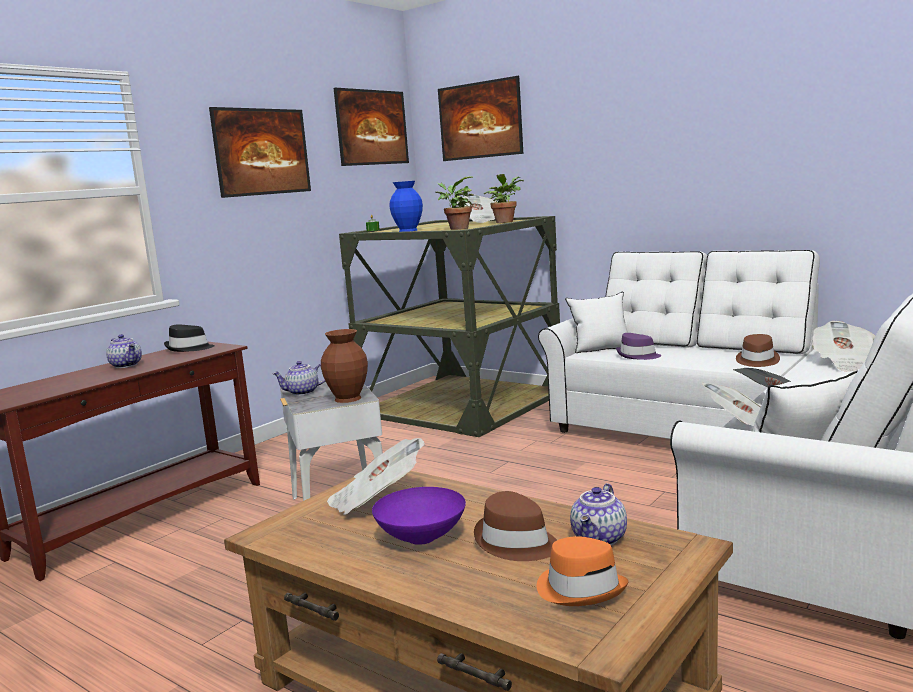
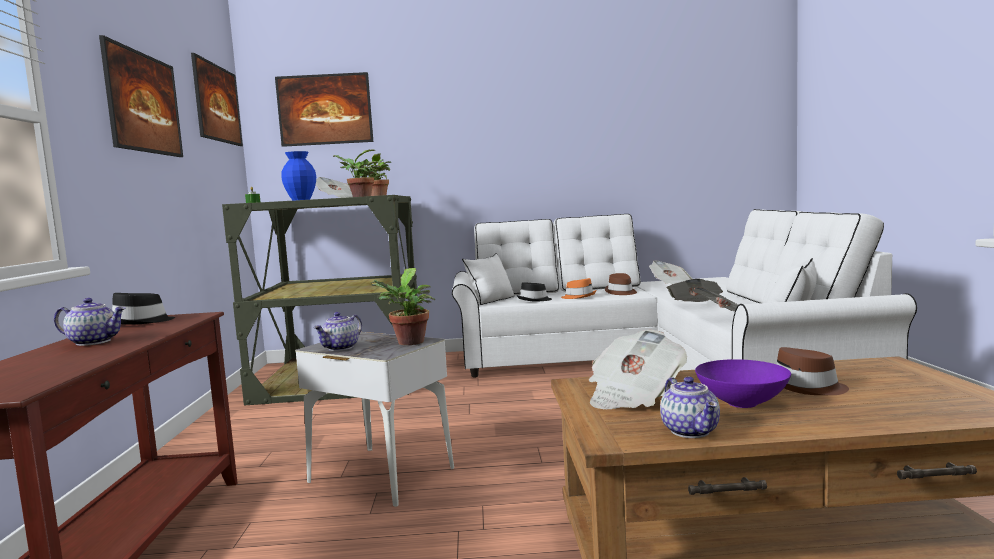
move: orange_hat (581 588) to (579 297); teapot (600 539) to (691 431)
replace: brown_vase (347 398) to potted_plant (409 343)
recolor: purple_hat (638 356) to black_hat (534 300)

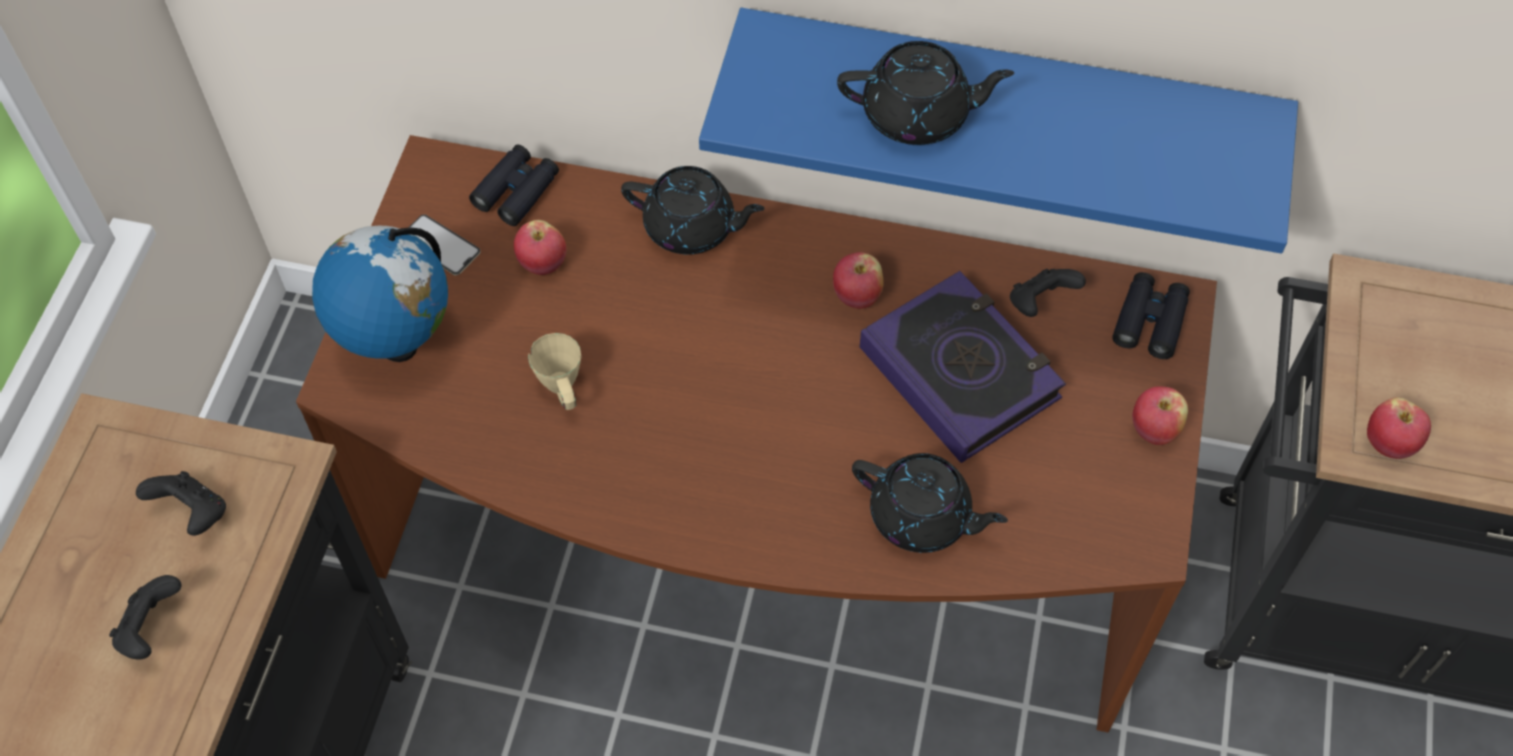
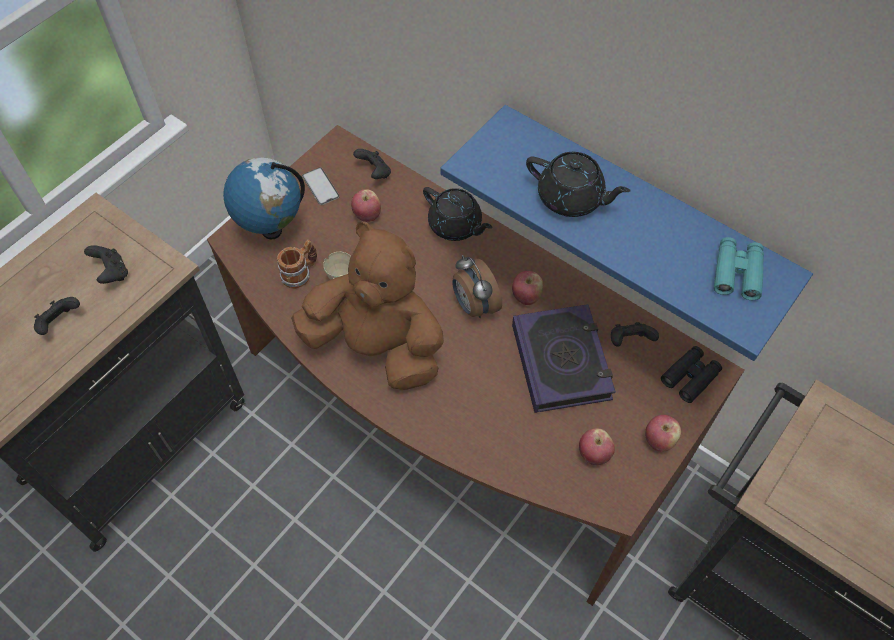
delete: black_teapot (921 517)
insert: mug (300 273); brown_plush_toy (377 347); alarm_clock (474 306); turquoise_binoculars (737 273)
move: apple (1389 444) to (594 454)
replace: black_binoculars (516 191) to black_game_controller (374 173)

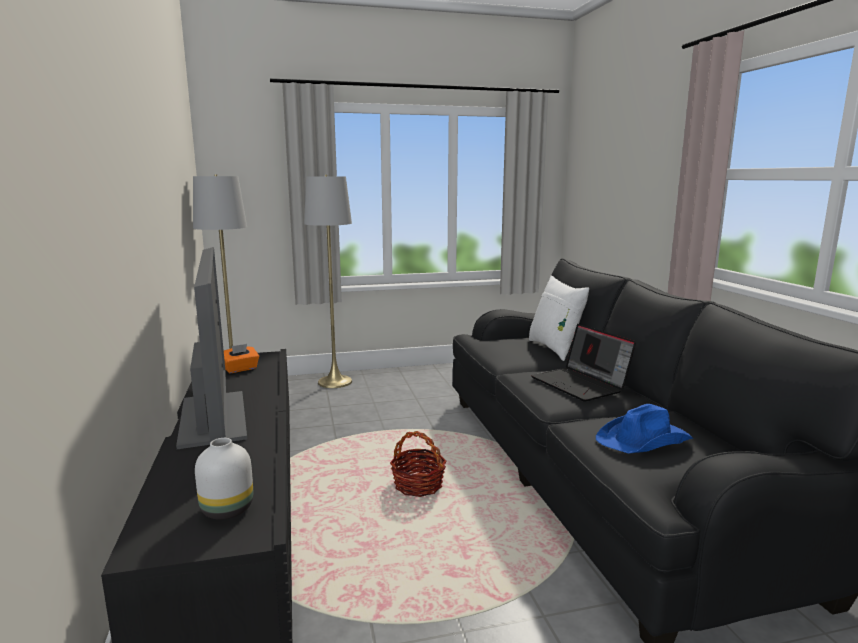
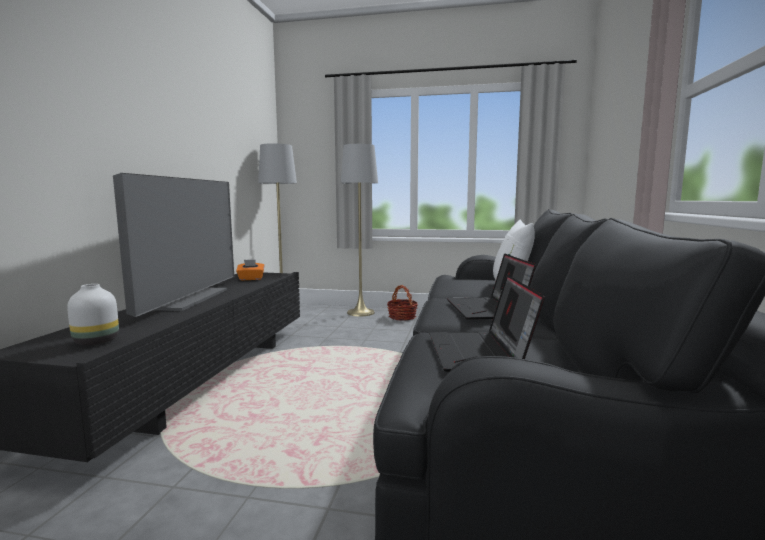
move: basket (418 485) to (402 317)
replace: blue_hat (644 440) to laptop (480 353)

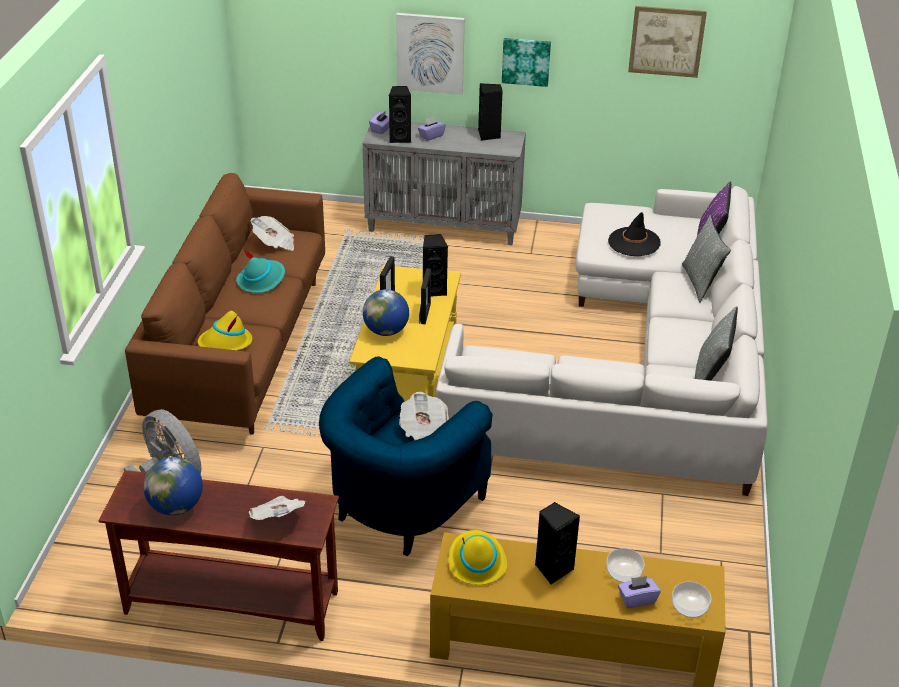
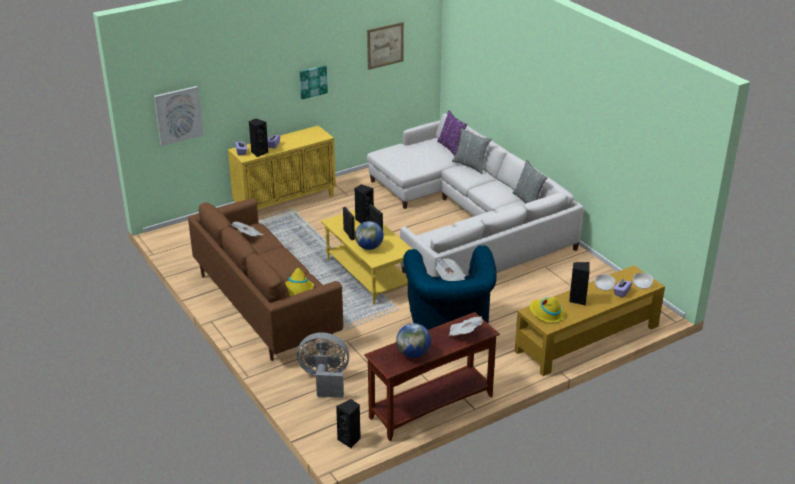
delete: turquoise_hat (261 280); black_hat (634 242)
move: picture (430 53) to (178 115); black_speaker (489 135) to (350 440)
recolor: grey_cabinet (444 226) to yellow_cabinet (285 201)

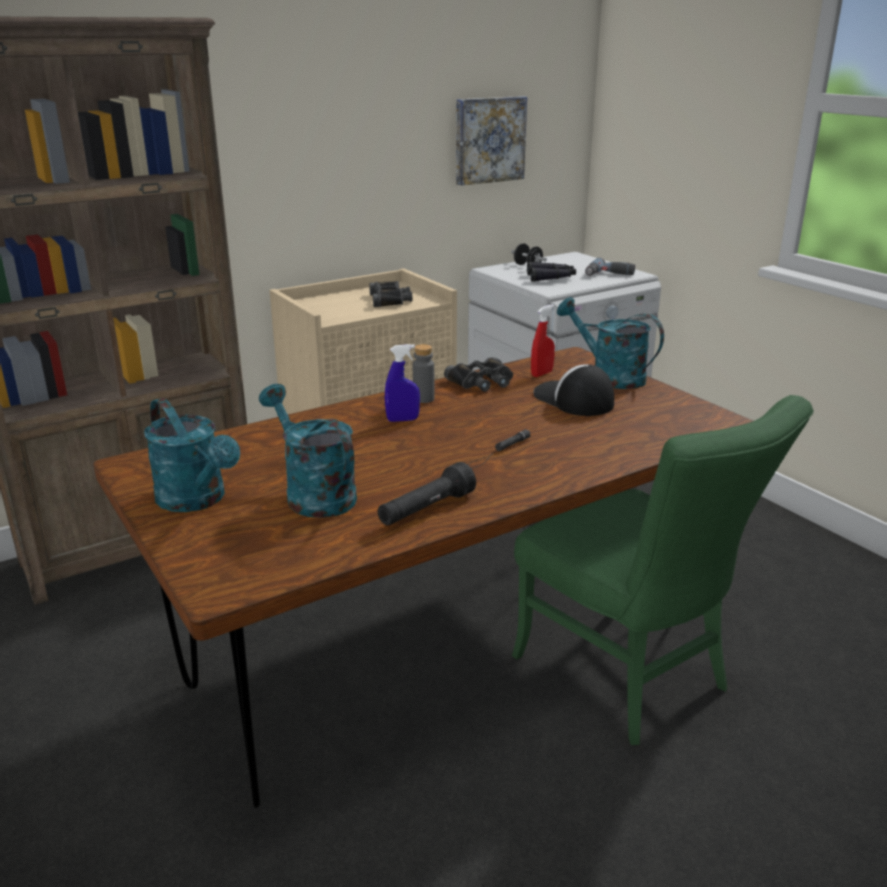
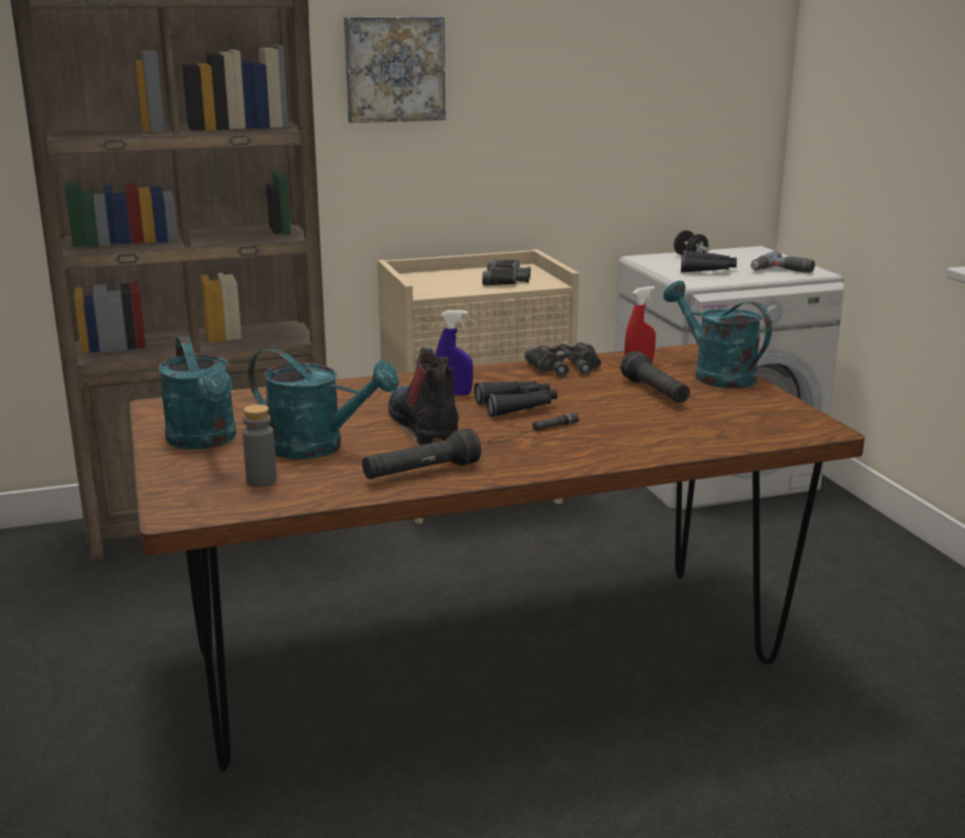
delete: green_chair (631 677)
insert: boot (425 427); black_binoculars (517 406)
move: grey_bottle (423 399) to (261 481); picture (488 140) to (394 69)
replace: cap (573 400) to black_flashlight (655 393)
rotate: turquoise_watering_can (313 494) = (319 447) 135 degrees clockwise

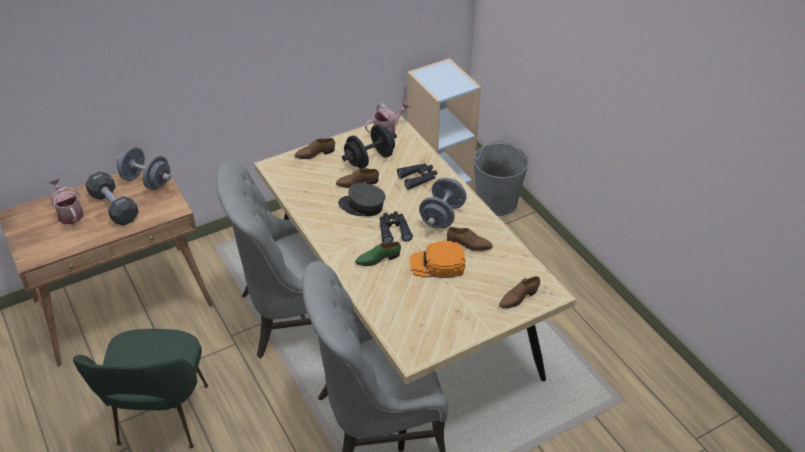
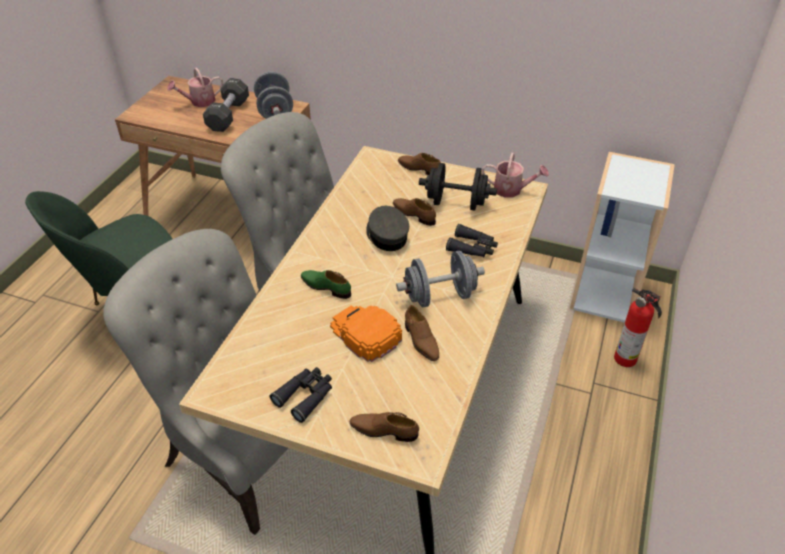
move: black_binoculars (393 230) to (306 396)
replace: grey_bucket (496 201) to fire_extinguisher (626 359)
rotate: watering_can (69 213) = (199 102) 135 degrees counterclockwise

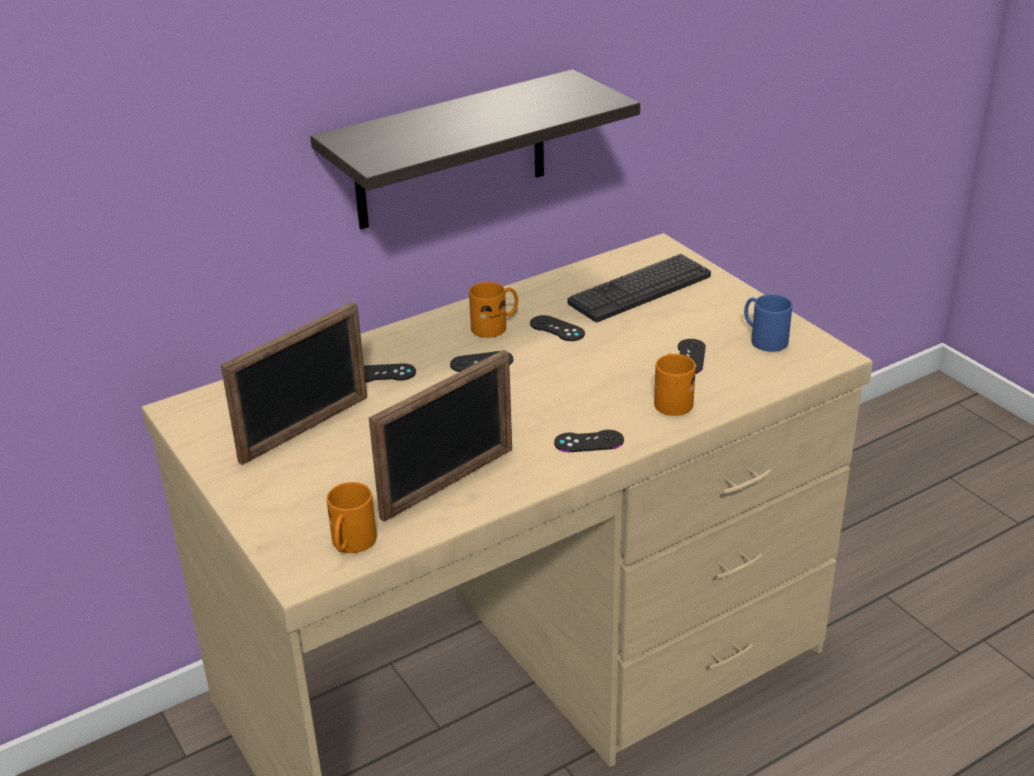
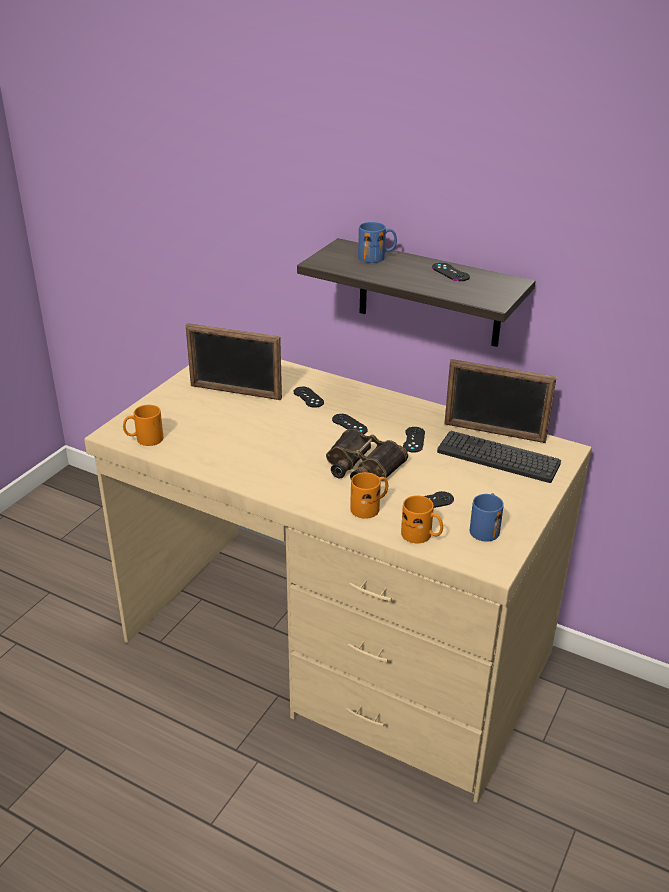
insert: binoculars (361 466); blue_mug (377 257)
move: picture_frame (448 483) to (494 432); orange_mug (495 326) to (422 536); black_game_controller (589 441) to (450 272)

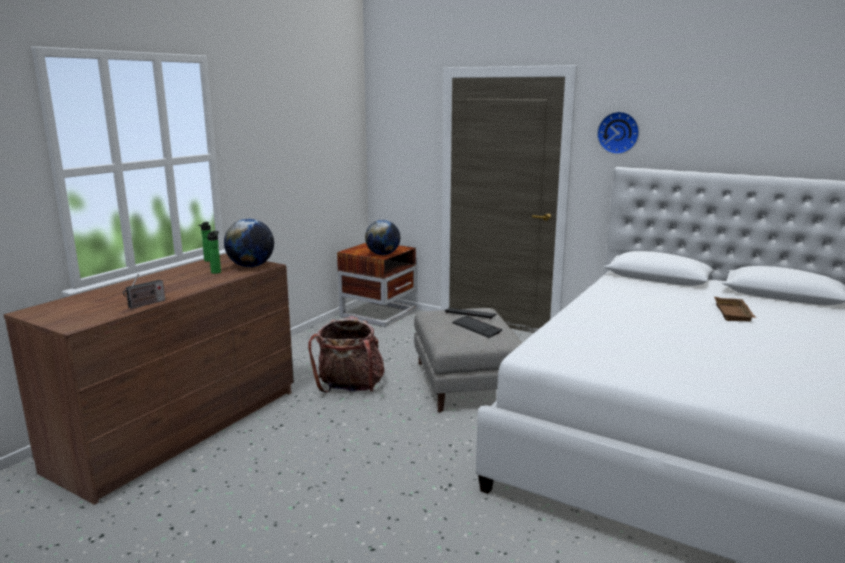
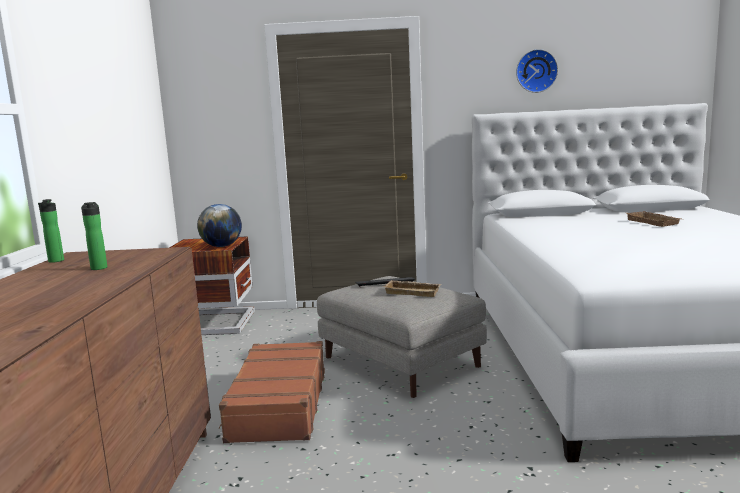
delete: radio (145 304); globe (251 266)
move: wall_clock (618 132) to (536 71)
replace: backpack (350 387) to brown_suitcase (278 404); keyboard (476 328) to beige_tray (413 292)

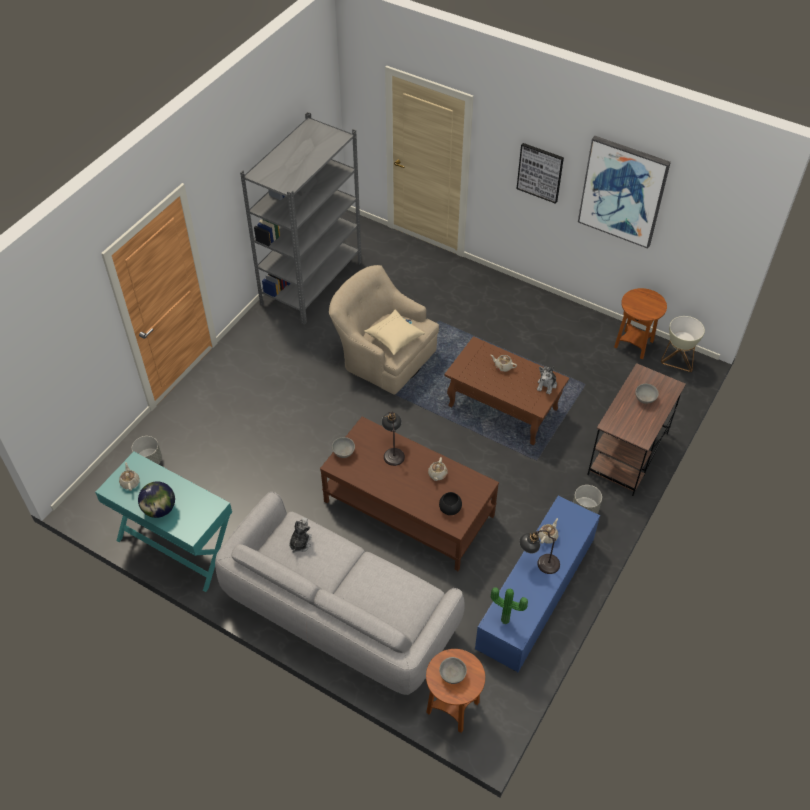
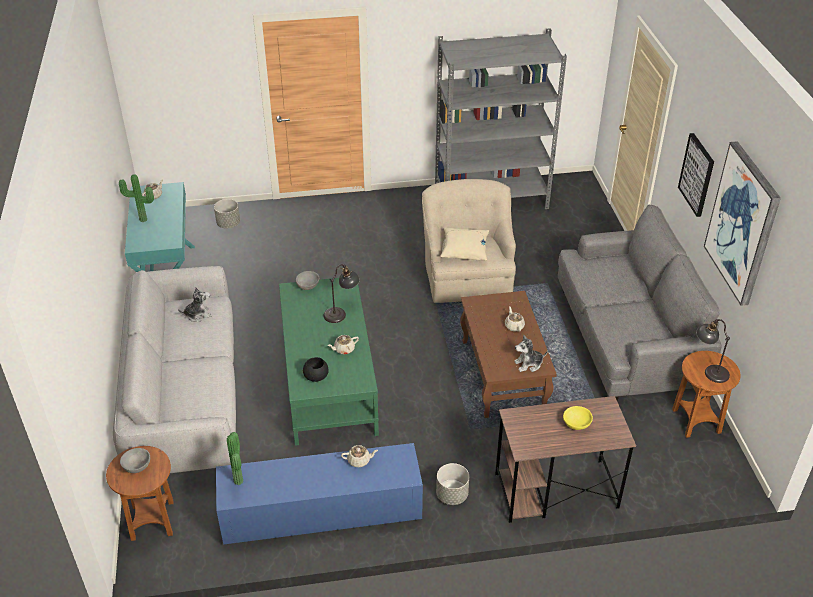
delete: planter (676 361)
insert: grey_sofa (627 338)
move: grey_table_lamp (538 562) to (709 367)
replace: globe (159 509) to potted_plant (143 221)
recolor: brown_coffee_table (408 508) to green_coffee_table (328 378); grey_bowl (645 399) to yellow_bowl (576 425)

